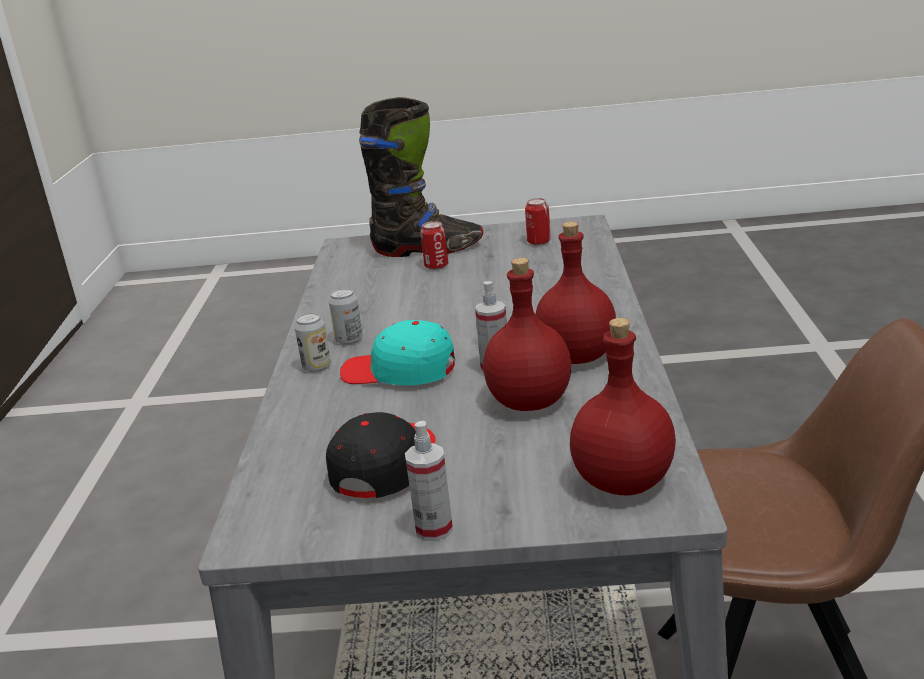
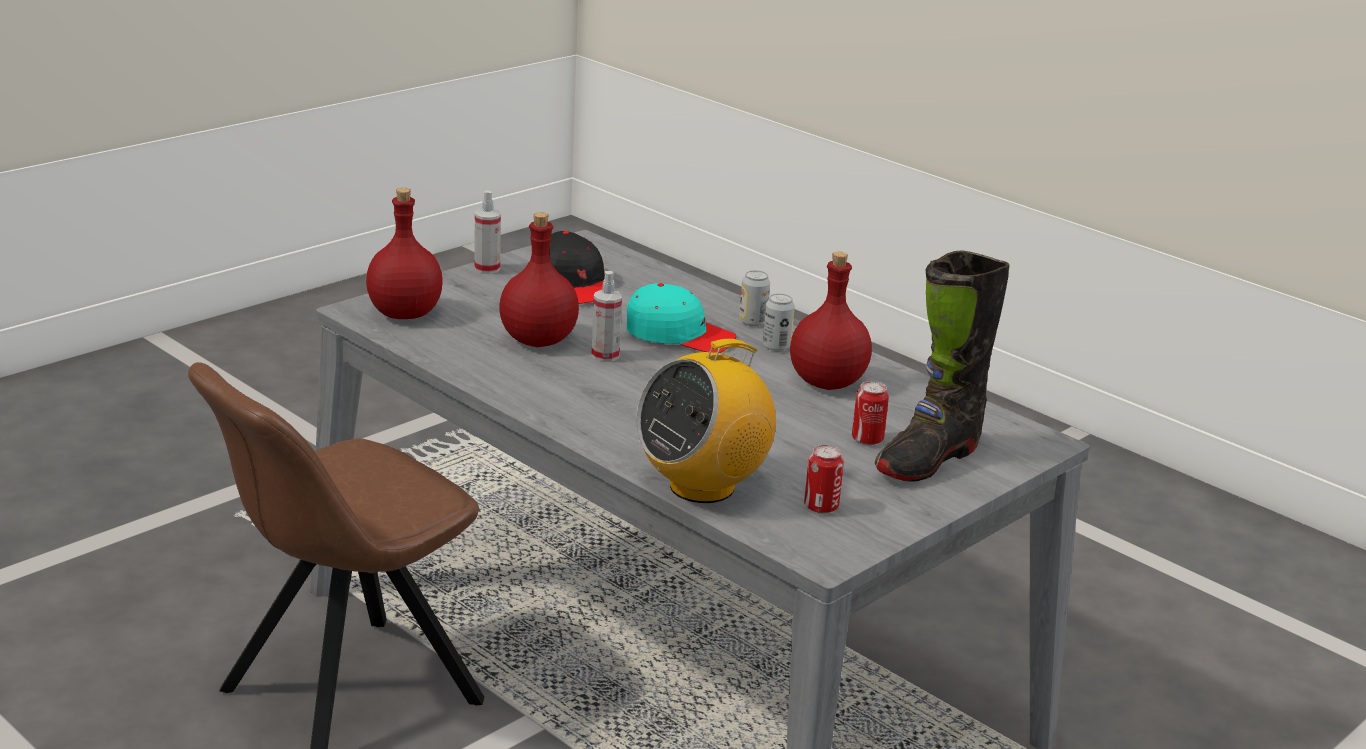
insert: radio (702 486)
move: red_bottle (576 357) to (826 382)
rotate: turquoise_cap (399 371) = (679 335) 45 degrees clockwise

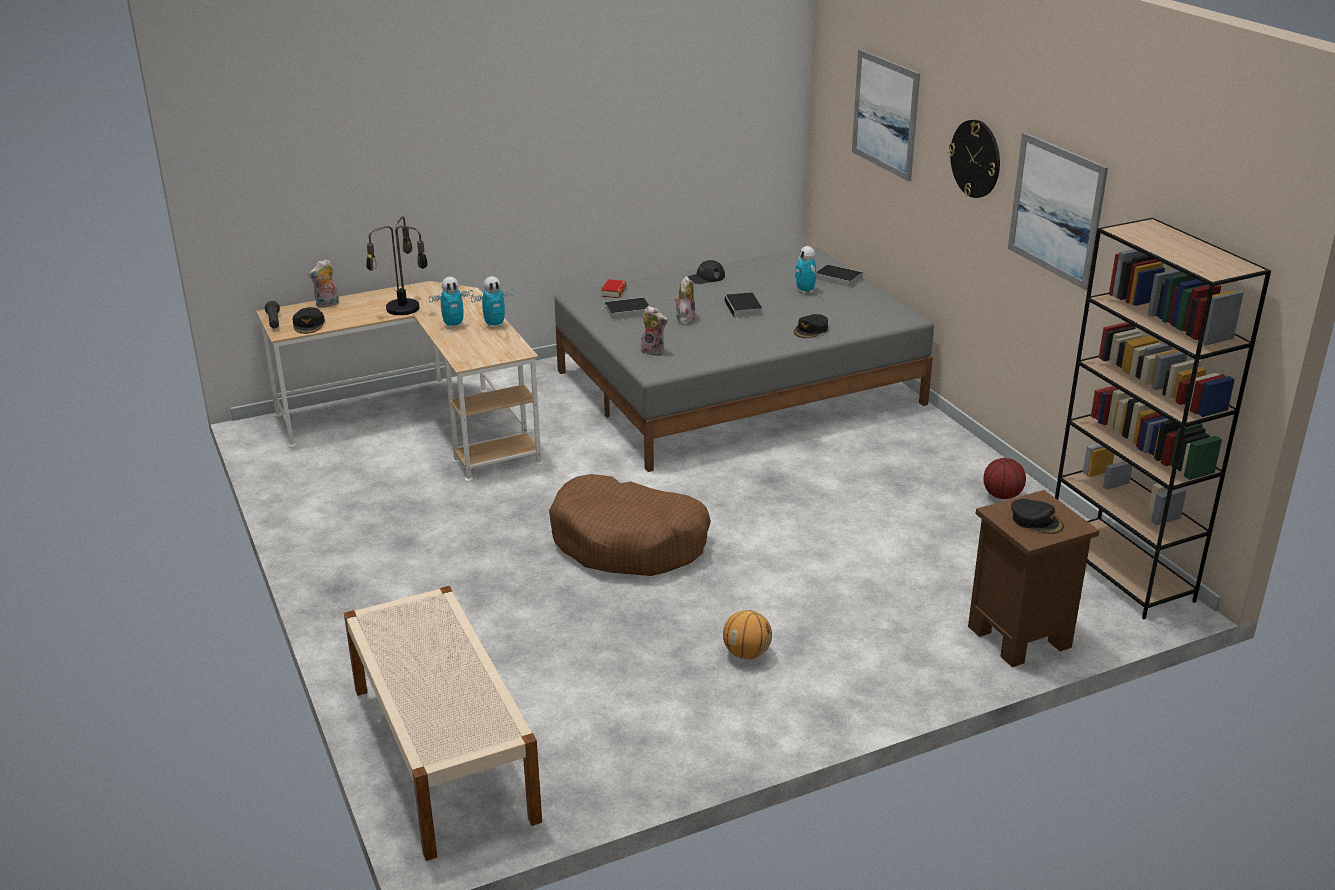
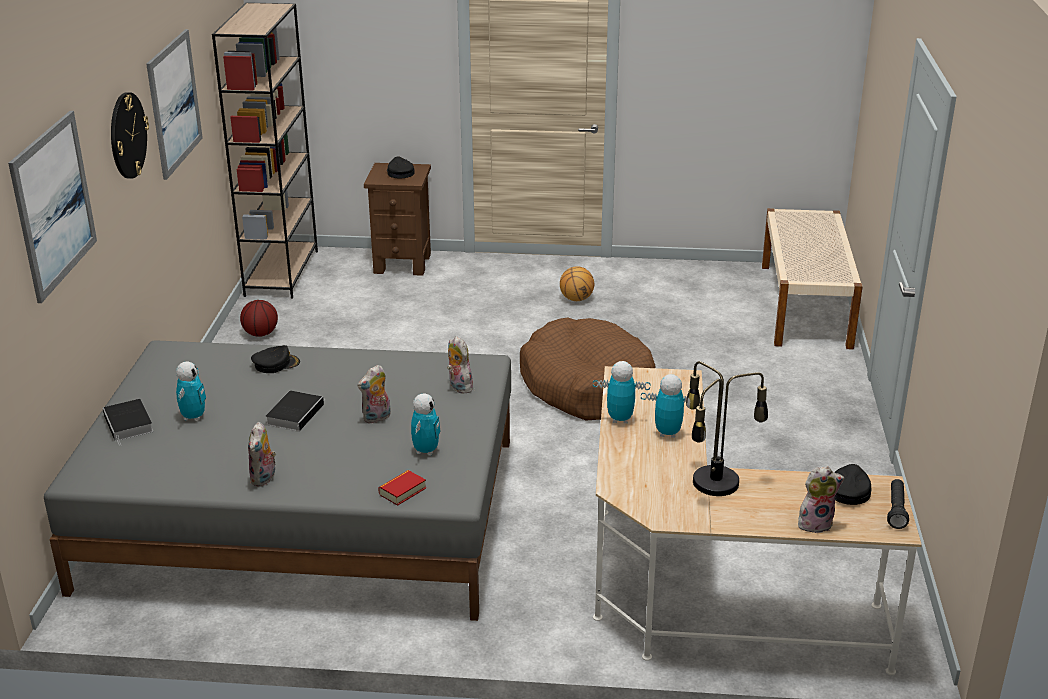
replace: book (626 312) to toy_robot (426 451); black_cap (705 277) to plush_toy (264 479)

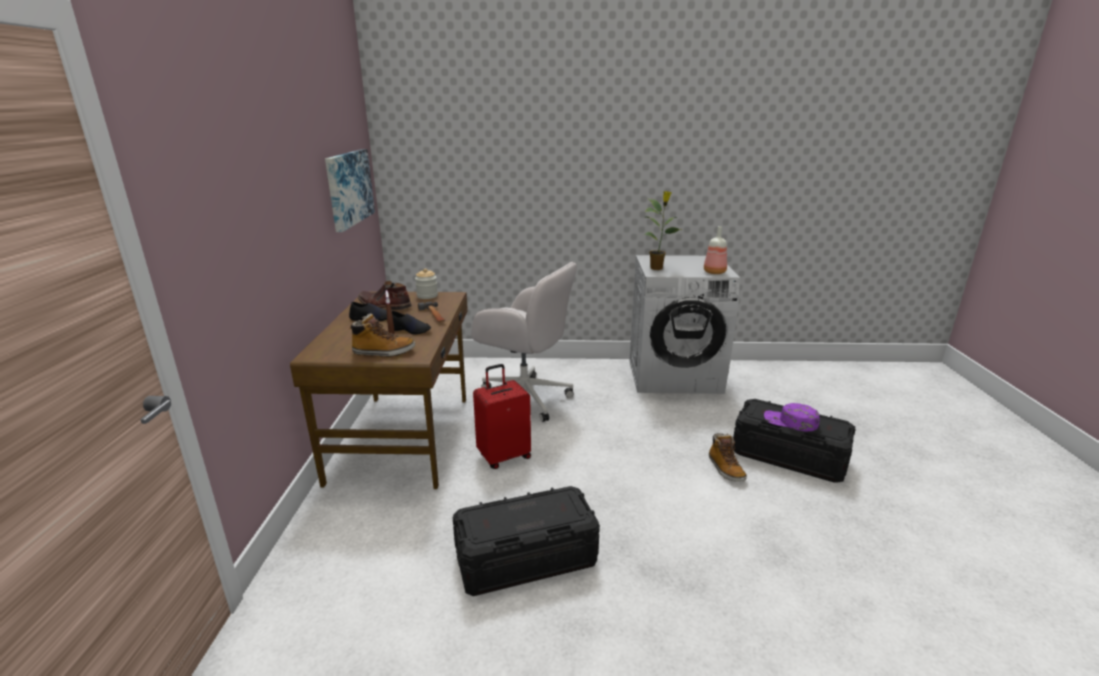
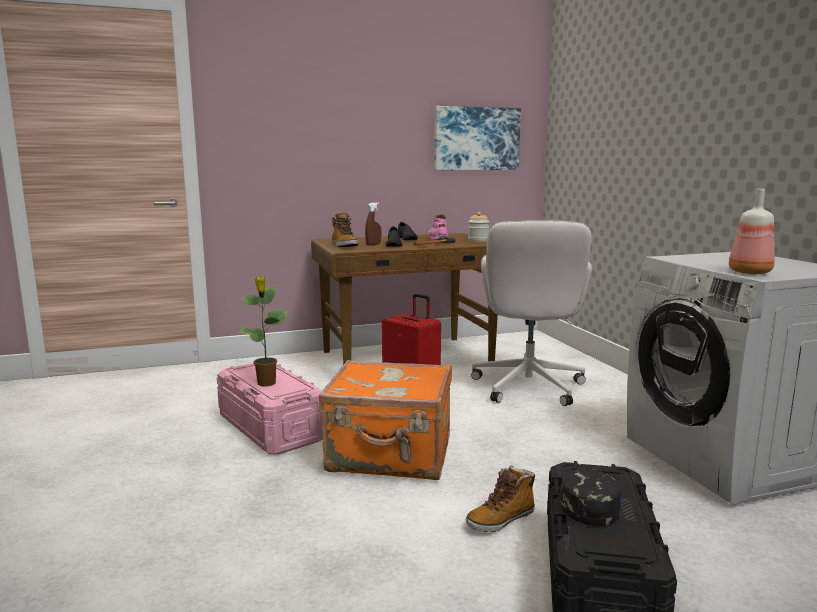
insert: orange_suitcase (390 456)
move: potted_plant (657 268) to (266 383)
recolor: brown_boot (384 305) to pink_boot (438 237); black_storage_box (525 559) to pink_storage_box (271 427); purple_cap (790 422) to black_cap (587 501)

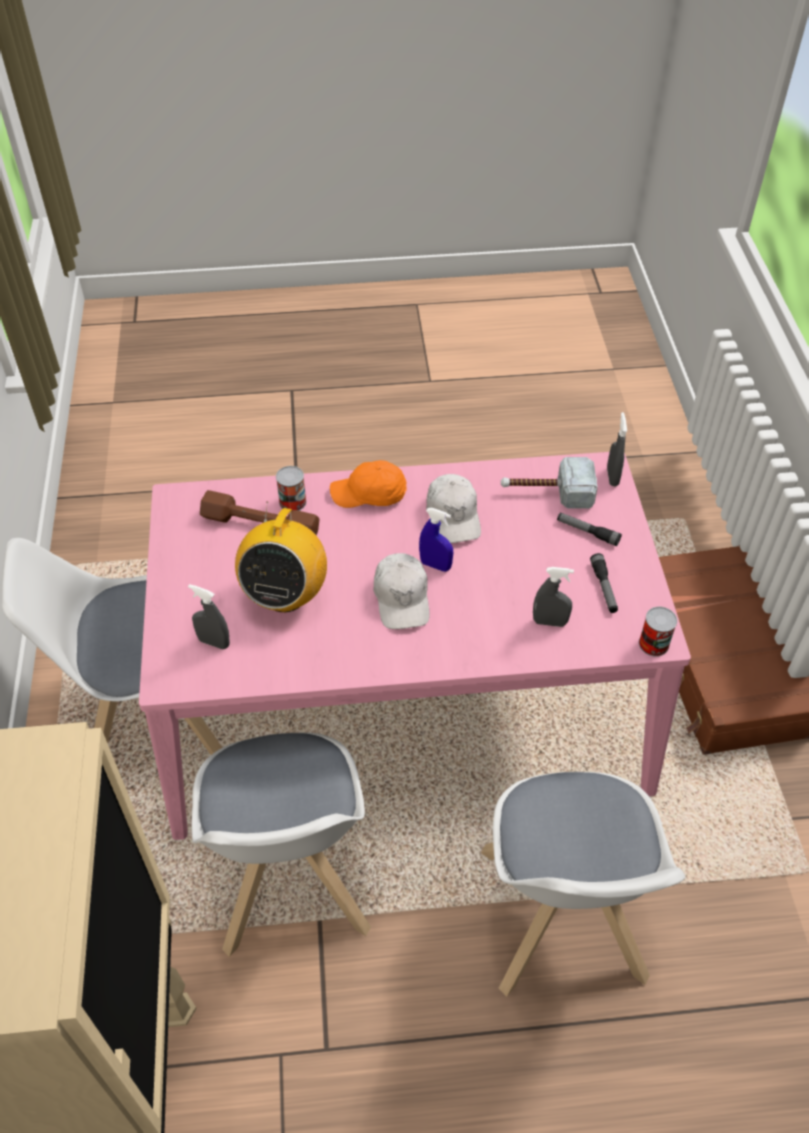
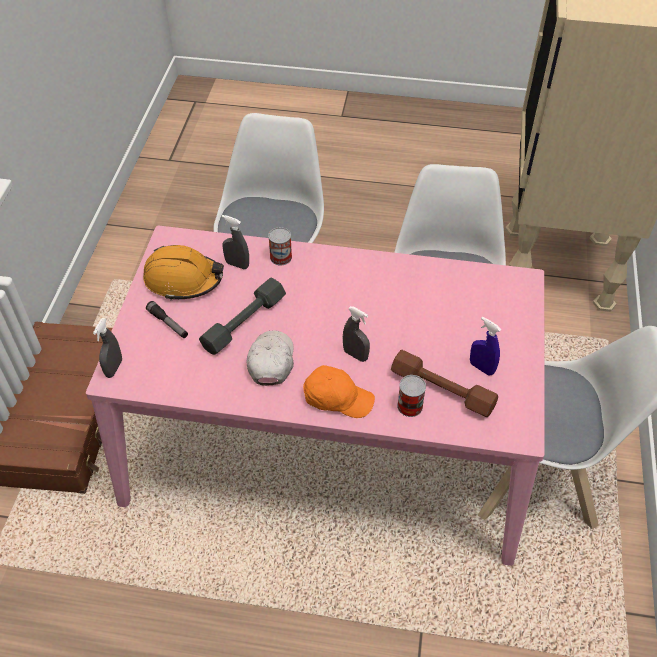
delete: radio (285 595); white_cap (402 598); hammer (547 492)
insert: grey_dumbbell (244 323)
move: grey_spray_bottle (214 642) to (355 355); blue_spray_bottle (435 565) to (481 368); can (653 644) to (281 257)
replace: flashlight (604 587) to orange_hard_hat (183 279)

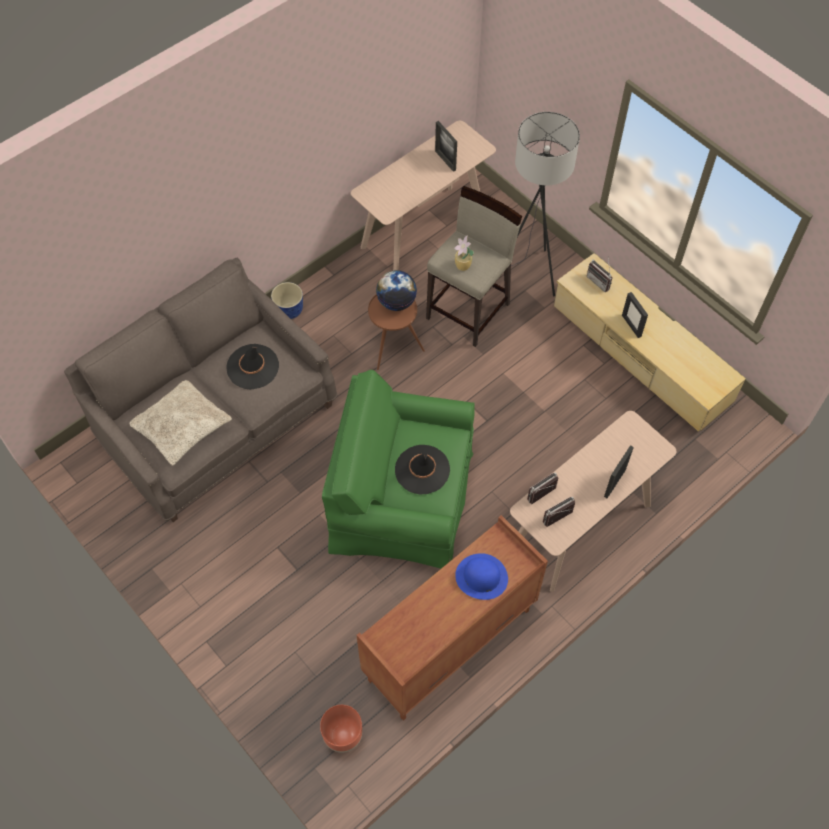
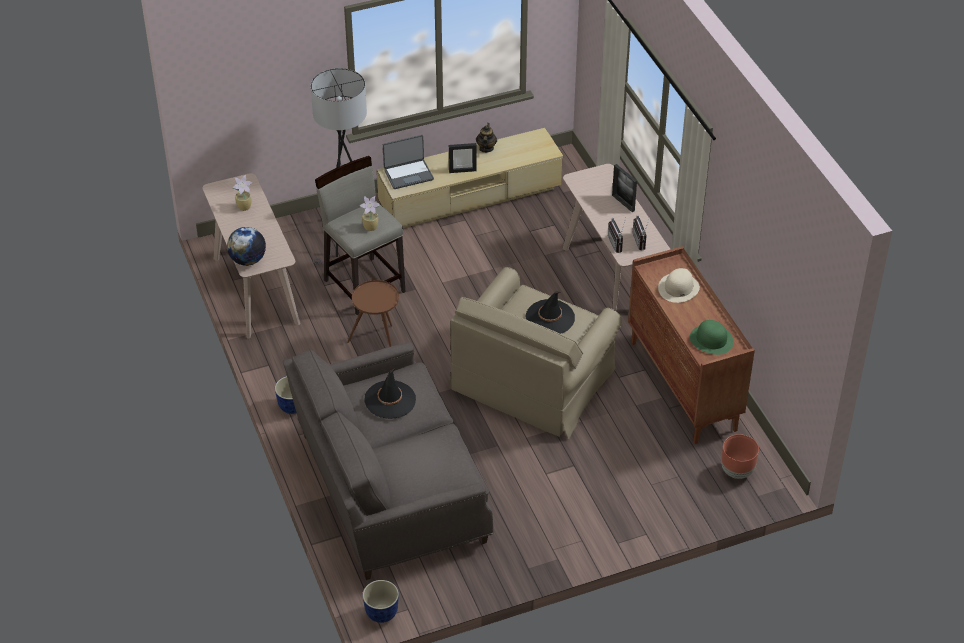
delete: beige_pillow (182 427)
insert: planter (381 613); teapot (486 148); green_hat (711 339)
move: globe (396 302) to (247 260)
replace: picture_frame (445 160) to potted_plant (245 207); radio (600 281) to laptop (408 174)
recolor: green_armchair (402 496) to beige_armchair (533 378); blue_hat (481 577) to beige_hat (678 288)

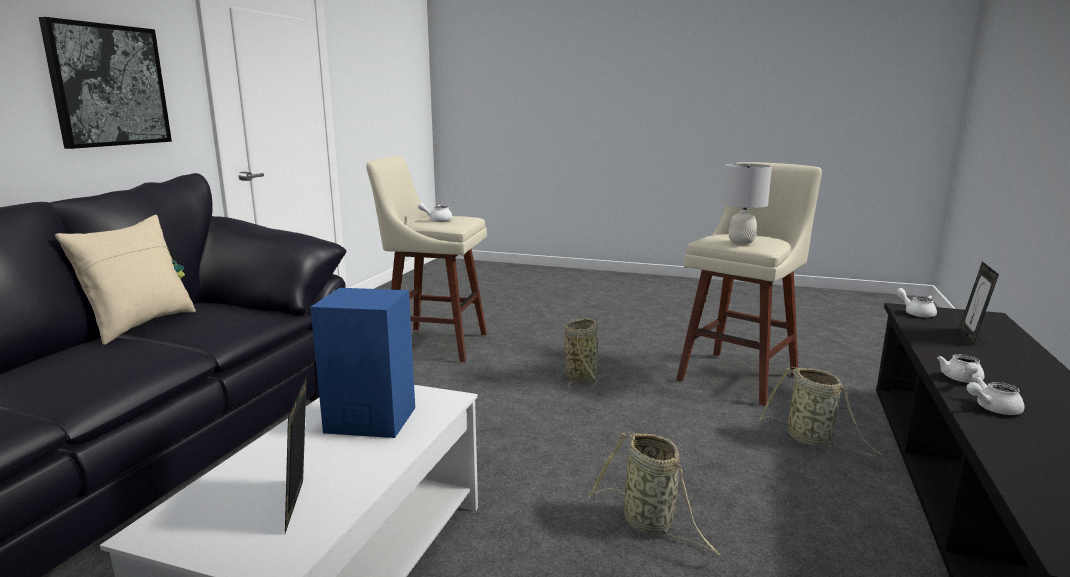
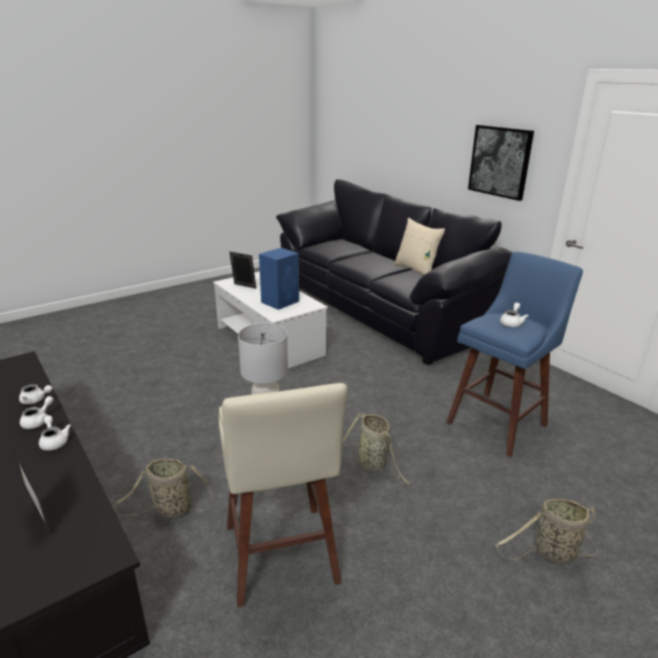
move: basket (651 524) to (551 553); white_teapot (916 313) to (36 400)
recolor: beige_stool (435 344) to blue_stool (498 423)

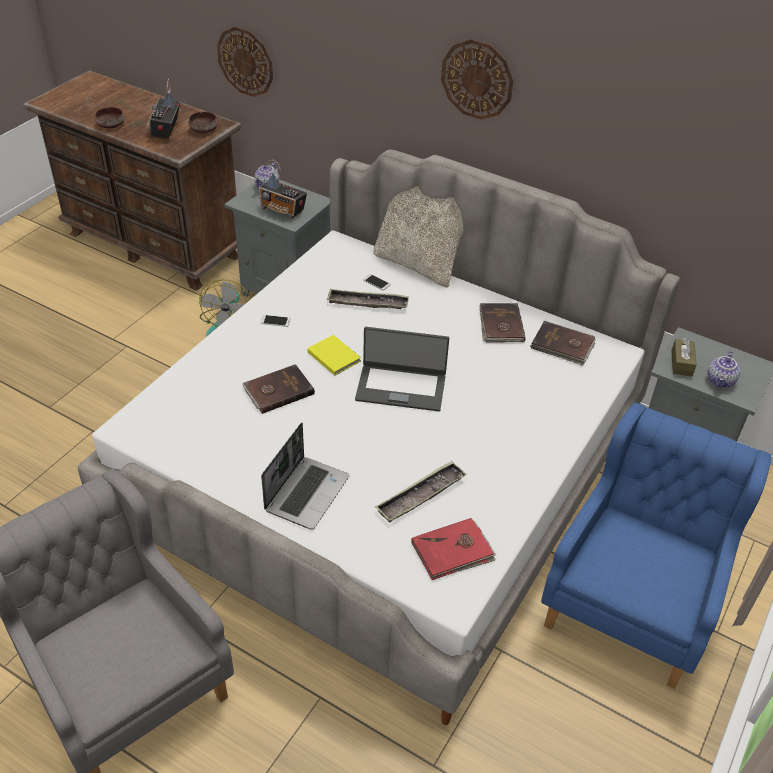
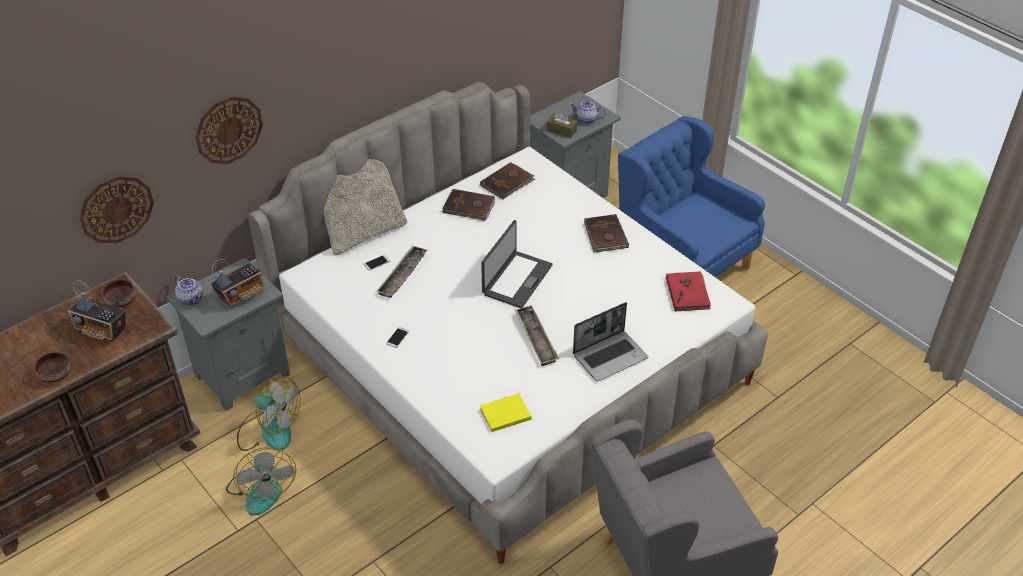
insert: fan (262 489)
move: brown_book (278 390) to (605 235); yellow_book (333 355) to (504 414); tray (421 495) to (536 338); wall_clock (477 79) to (228 130)
rotate: laptop (307 492) = (610 356) 105 degrees clockwise; teapot (721 381) = (586 120) 150 degrees clockwise

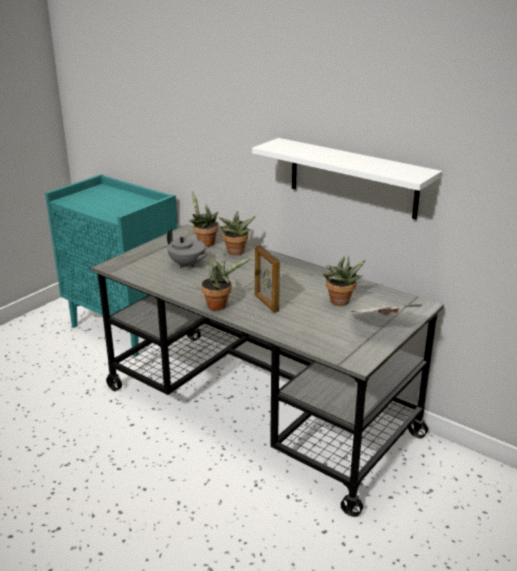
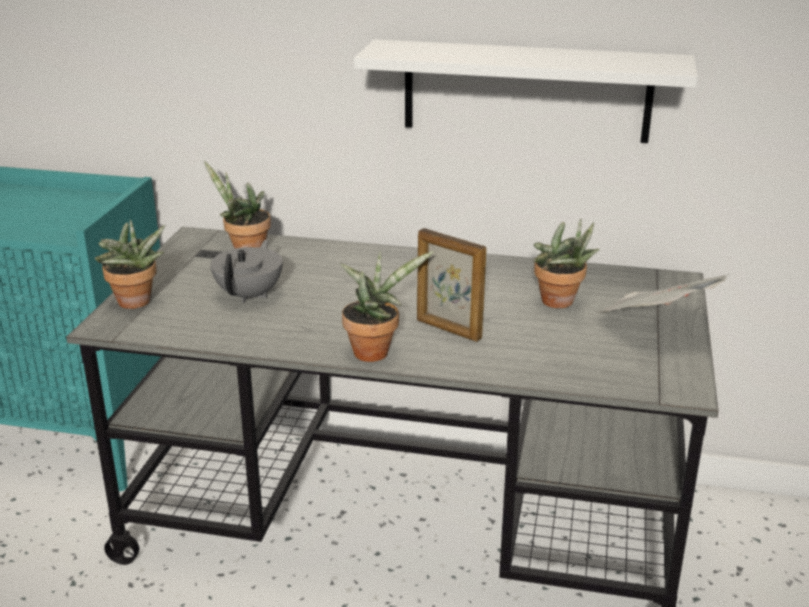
move: potted_plant (235 253) to (135 304)
rotate: grey_teapot (187 265) = (250 295) 90 degrees counterclockwise

